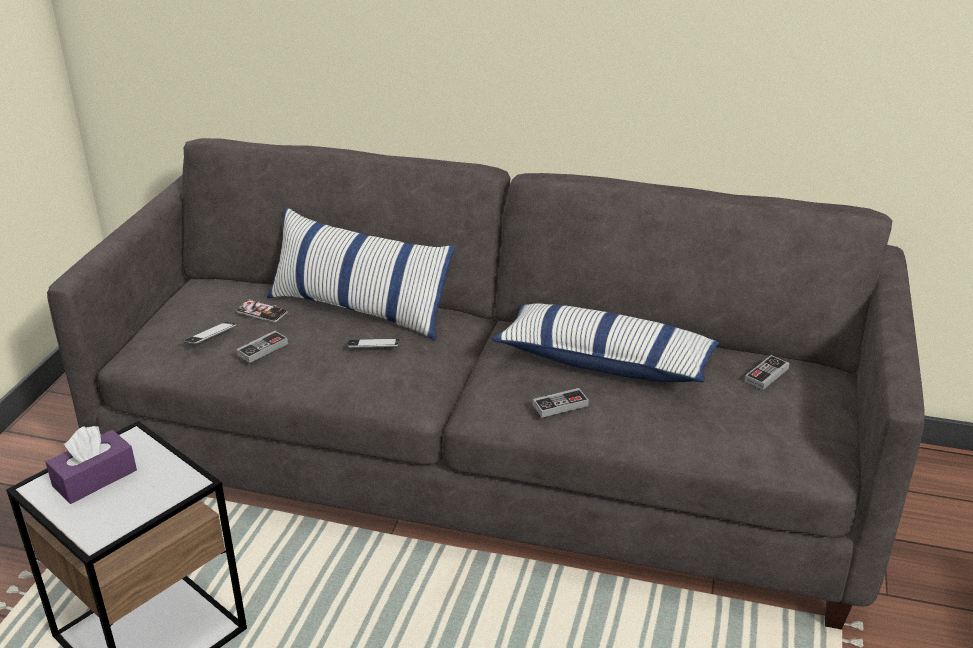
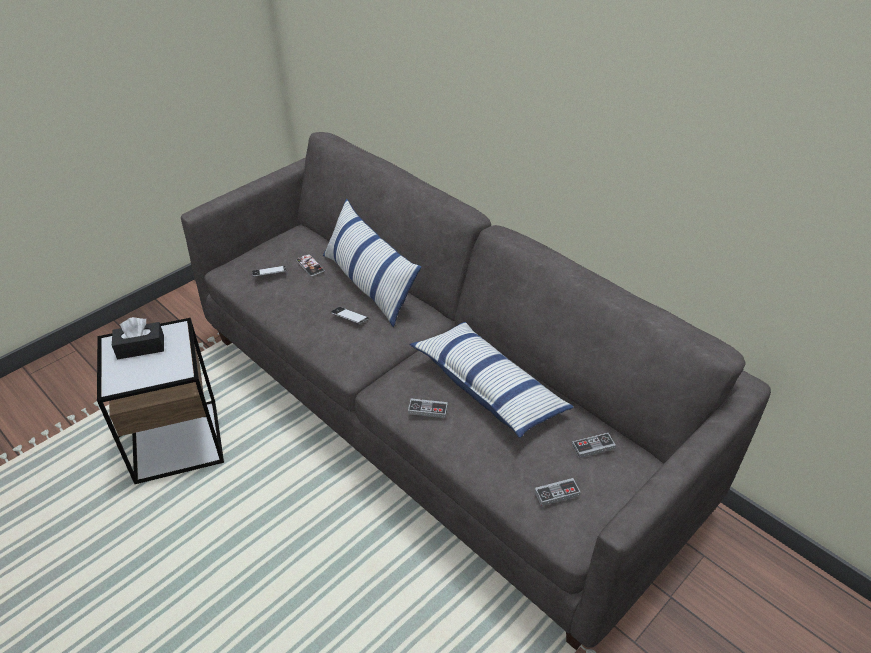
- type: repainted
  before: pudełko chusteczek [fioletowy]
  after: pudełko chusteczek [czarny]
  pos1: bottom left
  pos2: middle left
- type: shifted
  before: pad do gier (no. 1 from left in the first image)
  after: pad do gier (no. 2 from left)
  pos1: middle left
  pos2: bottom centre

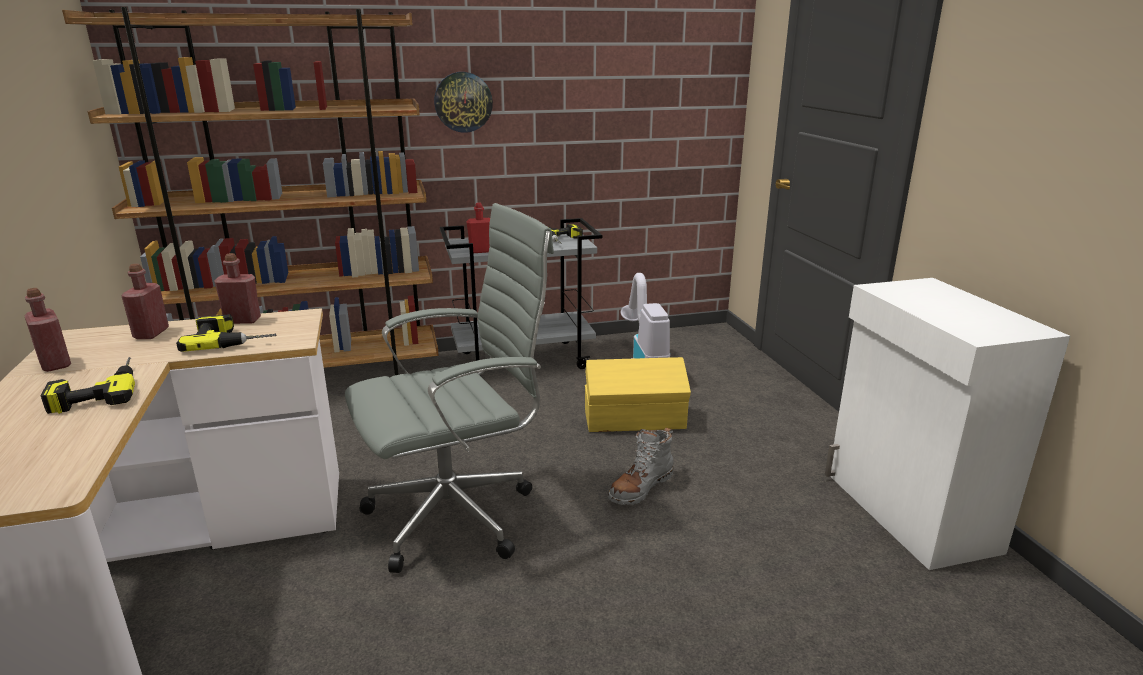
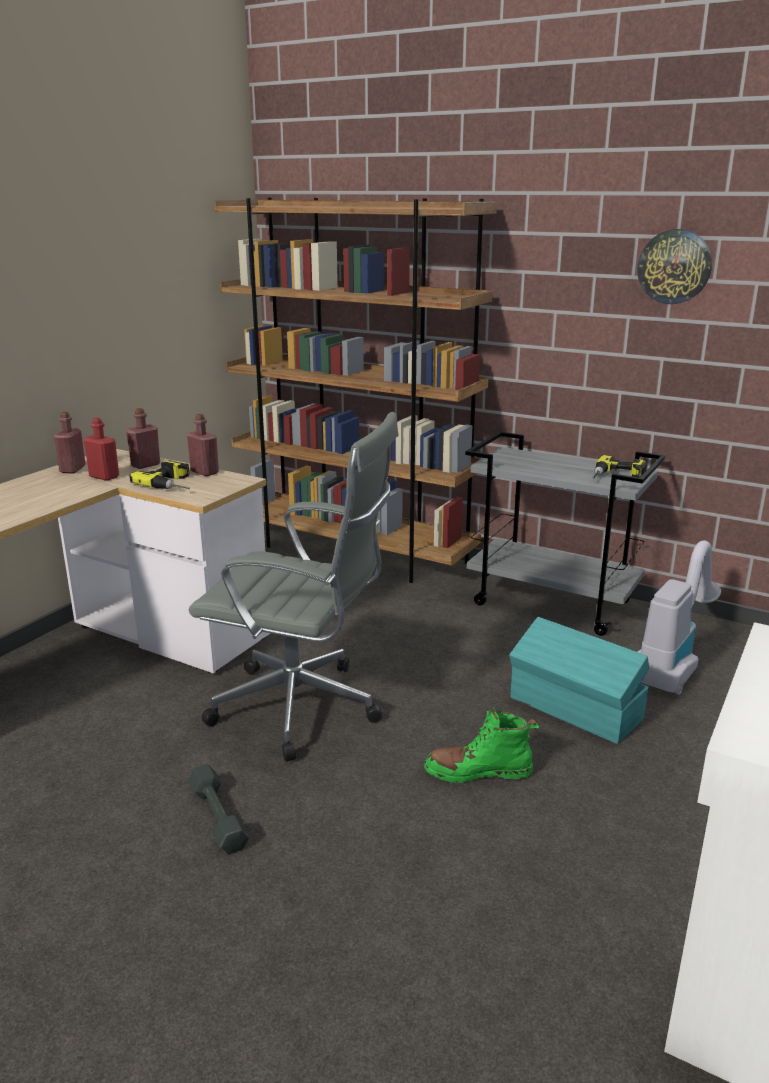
- type: gone
  before: wiertarka (no. 1 from left)
  pos1: middle left
- type: shifted
  before: zegar ścienny
  pos1: top centre
  pos2: top right
- type: shifted
  before: butelka [czerwony] (no. 4 from left in the first image)
  after: butelka [czerwony] (no. 2 from left)
  pos1: centre
  pos2: middle left
- type: repainted
  before: pojemnik do przechowywania [żółty]
  after: pojemnik do przechowywania [turkusowy]
  pos1: centre
  pos2: middle right
- type: repainted
  before: but z cholewką [szary]
  after: but z cholewką [zielony]
  pos1: bottom centre
  pos2: bottom centre
- type: new
  after: hantel [szary]
  pos2: bottom left

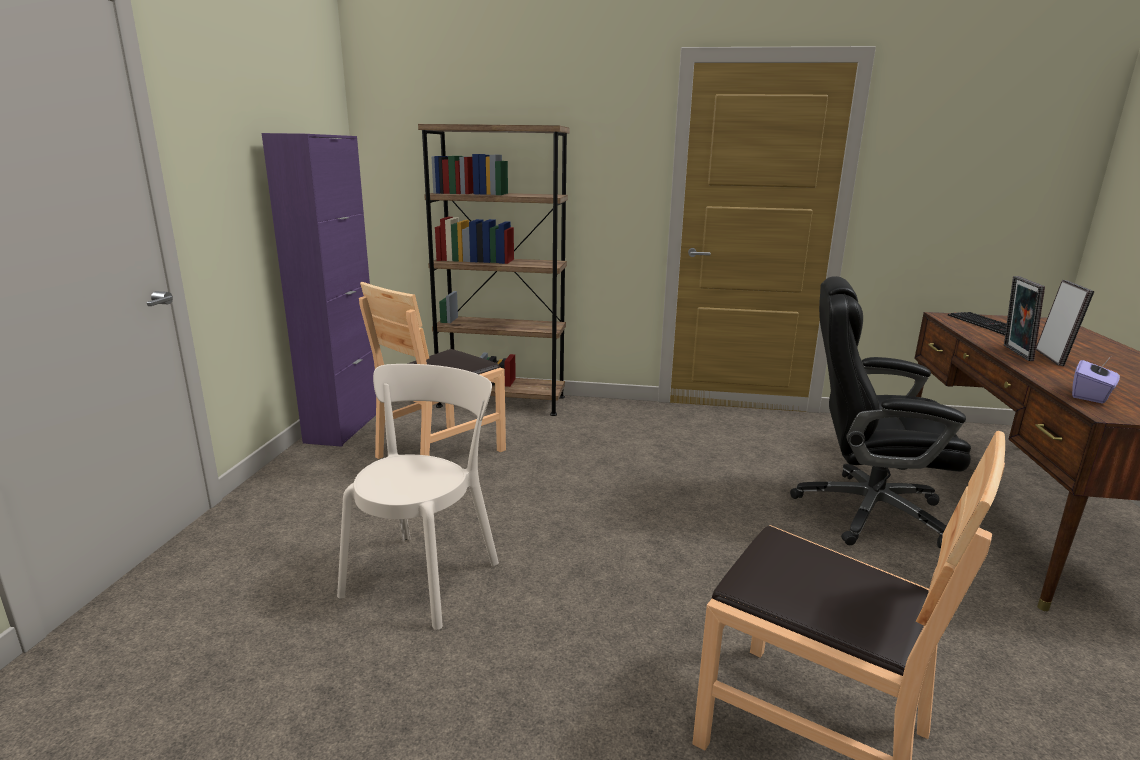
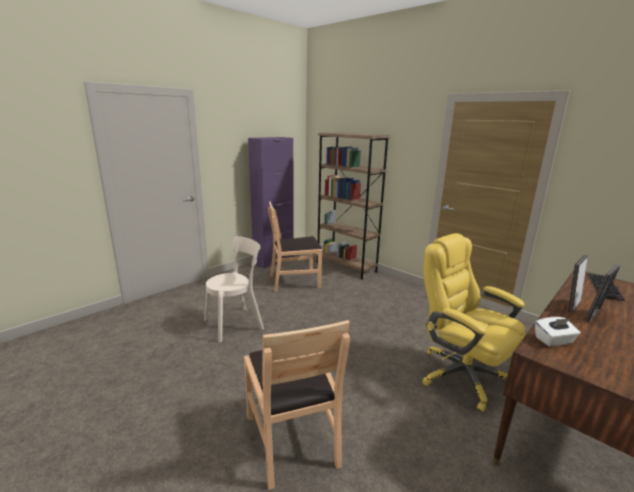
- type: repainted
  before: krzesło biurowe [czarny]
  after: krzesło biurowe [żółty]
  pos1: middle right
  pos2: middle right
- type: repainted
  before: pudełko chusteczek [fioletowy]
  after: pudełko chusteczek [biały]
  pos1: middle right
  pos2: bottom right

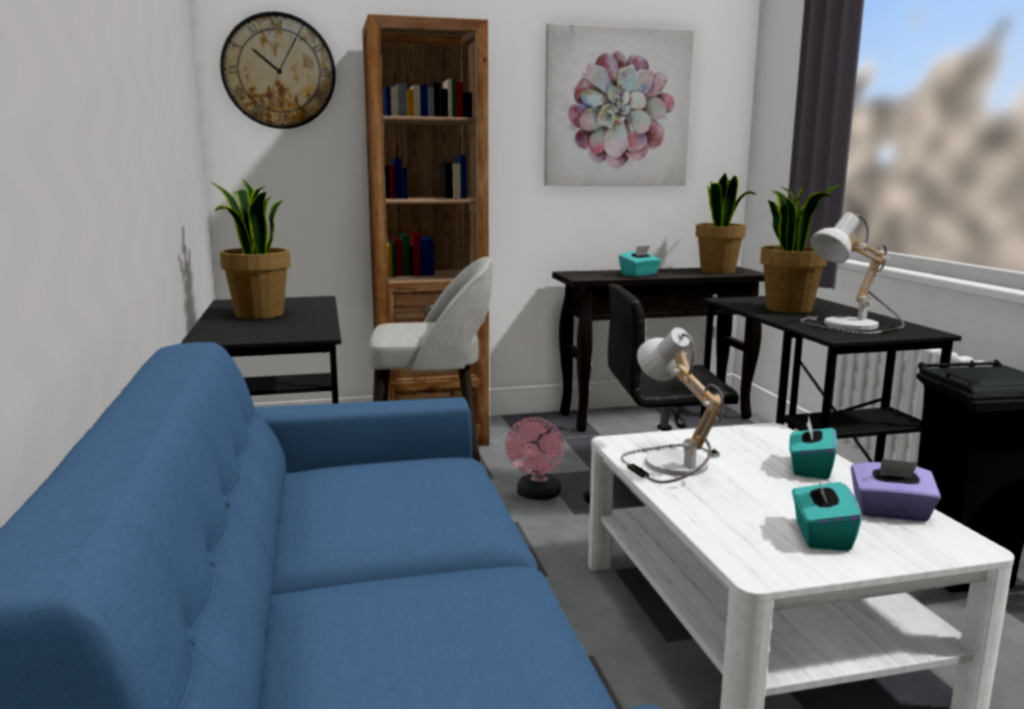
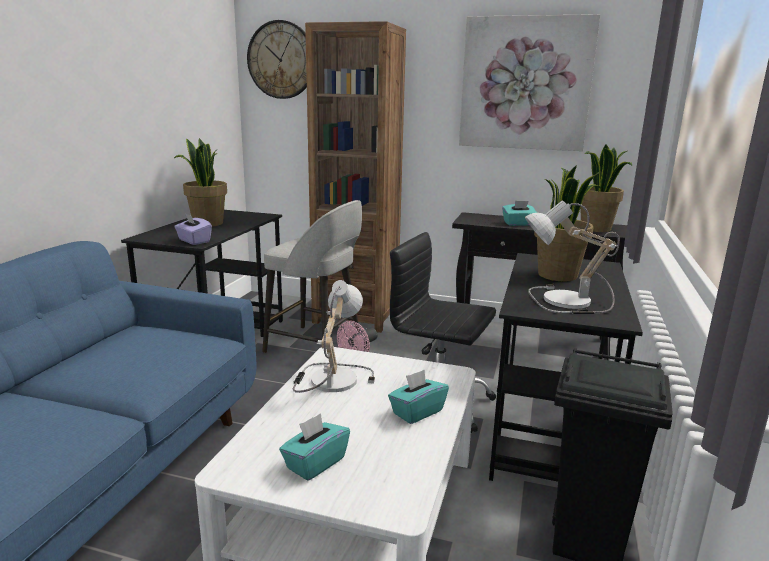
- type: shifted
  before: pudełko chusteczek [fioletowy]
  pos1: bottom right
  pos2: middle left

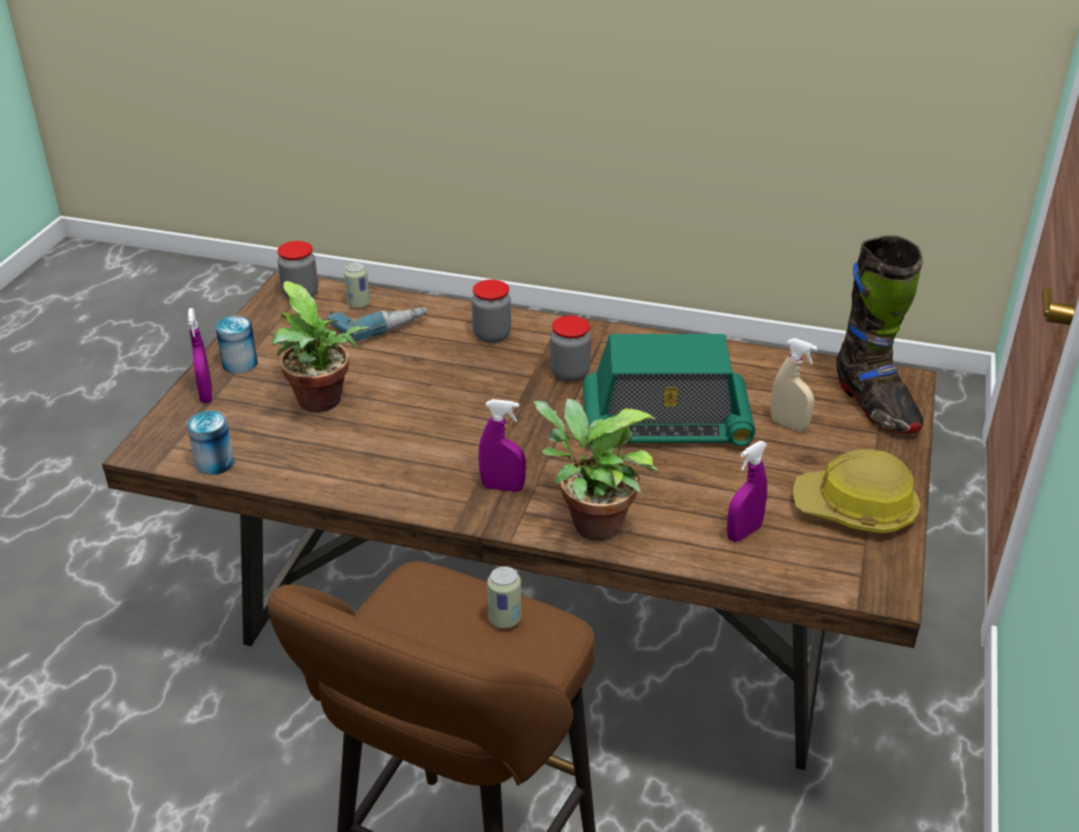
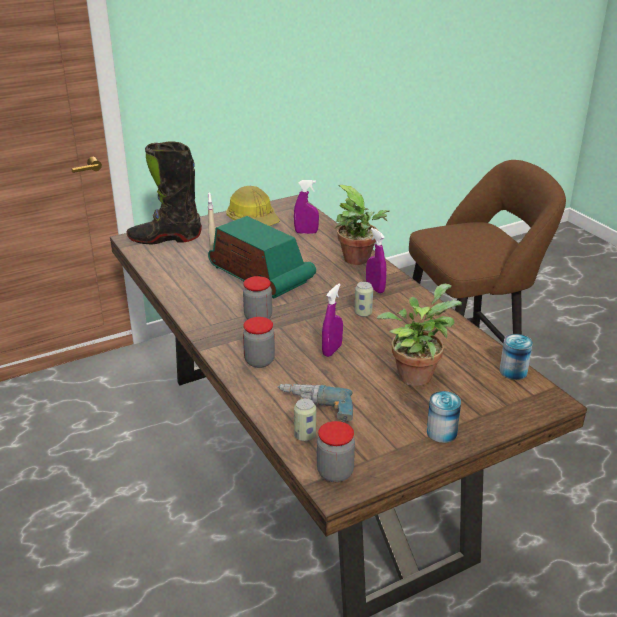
- type: shifted
  before: spryskiwacz [fioletowy] (no. 1 from left in the first image)
  after: spryskiwacz [fioletowy] (no. 2 from left)
  pos1: middle left
  pos2: centre
- type: shifted
  before: puszka (no. 4 from left in the first image)
  after: puszka (no. 2 from left)
  pos1: bottom centre
  pos2: centre
- type: rotated
  before: but z cholewką [czarny]
  pos1: middle right
  pos2: top left
  turn: -120

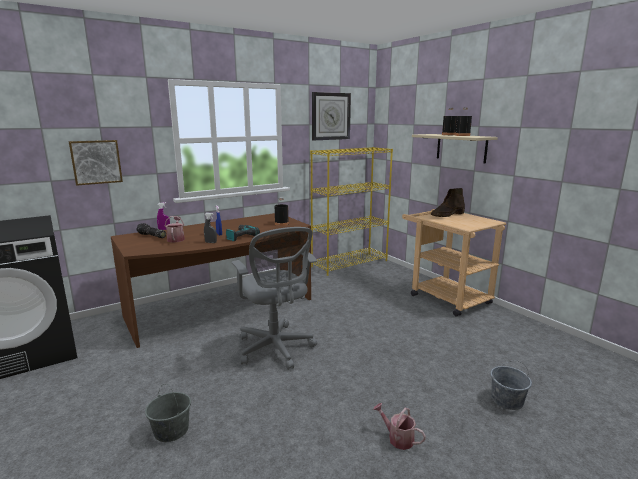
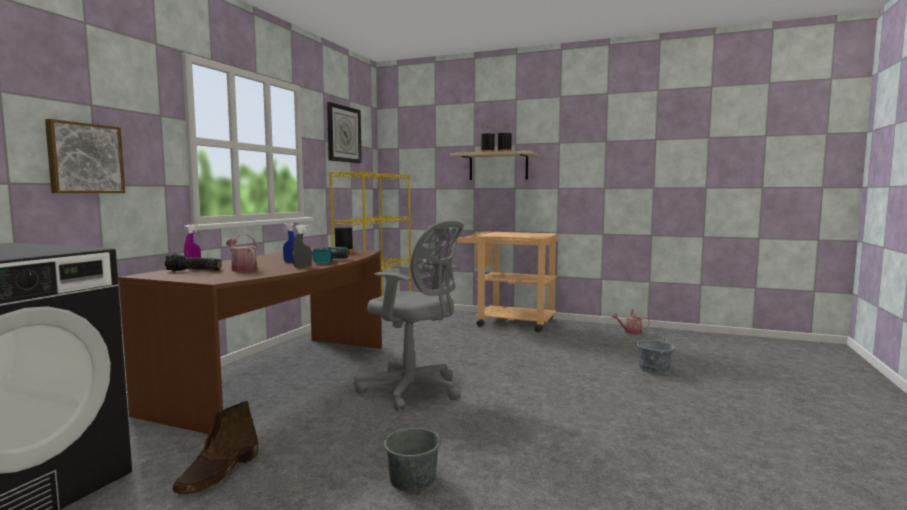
- type: shifted
  before: konewka (no. 2 from left)
  pos1: bottom centre
  pos2: middle right
- type: shifted
  before: but z cholewką [brązowy]
  pos1: middle right
  pos2: bottom left

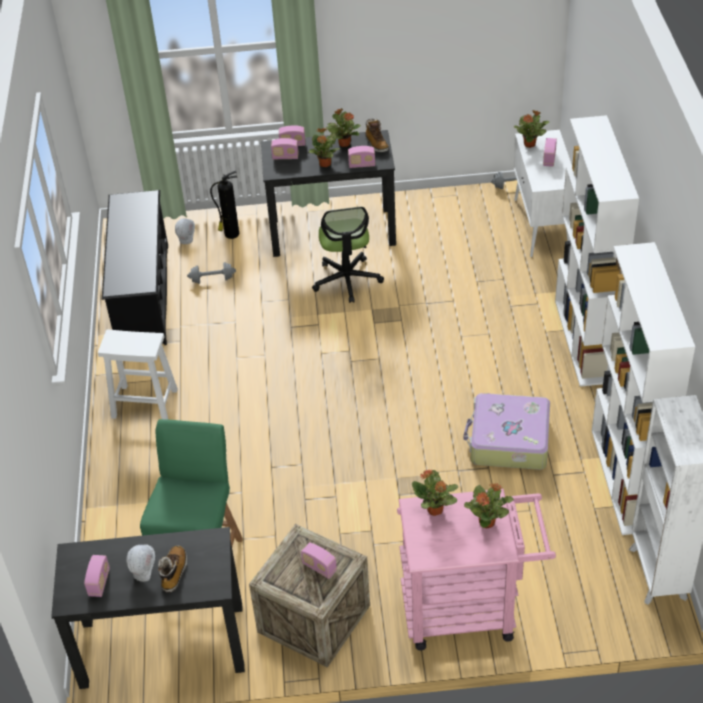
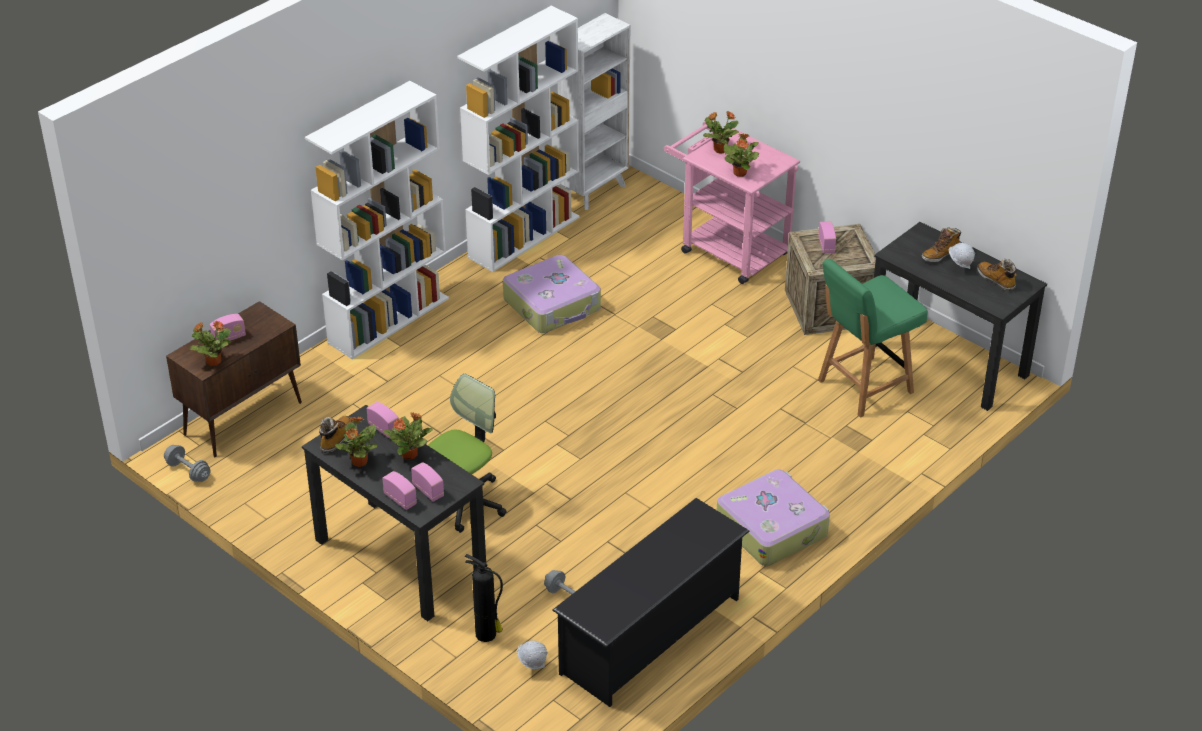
- type: swapped
  before: radio (no. 1 from left)
  after: but z cholewką (no. 3 from left)
  pos1: bottom left
  pos2: middle right
- type: swapped
  before: stołek [biały]
  after: walizka (no. 2 from left)
  pos1: middle left
  pos2: bottom centre
- type: repainted
  before: szafka [biały]
  after: szafka [brązowy]
  pos1: top right
  pos2: middle left

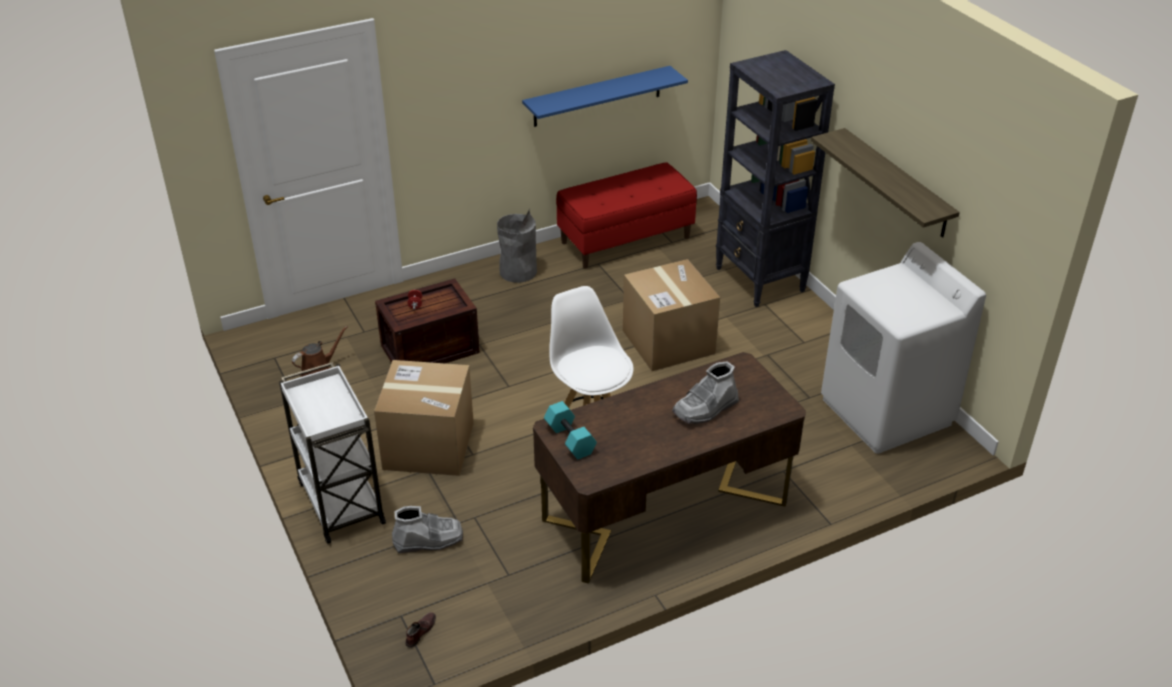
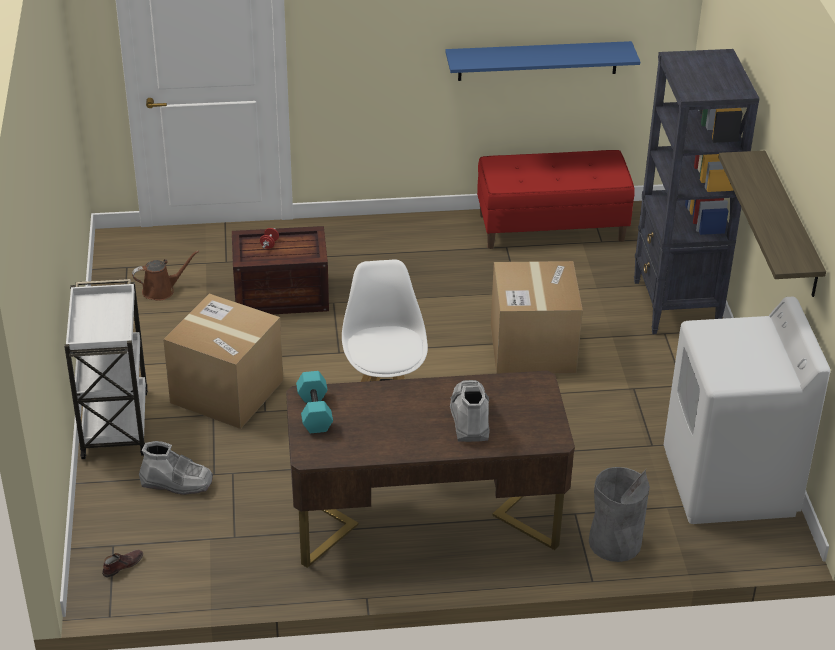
- type: shifted
  before: kosz na śmieci [szary]
  pos1: centre
  pos2: bottom right
- type: rotated
  before: but z cholewką [szary] (no. 2 from left)
  pos1: centre
  pos2: centre
  turn: 105

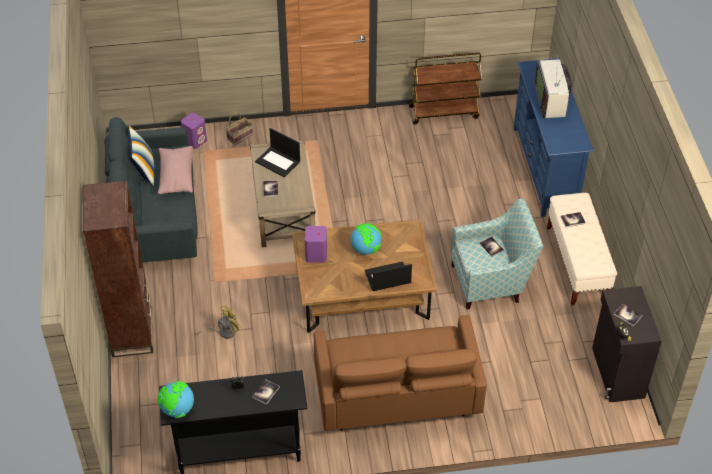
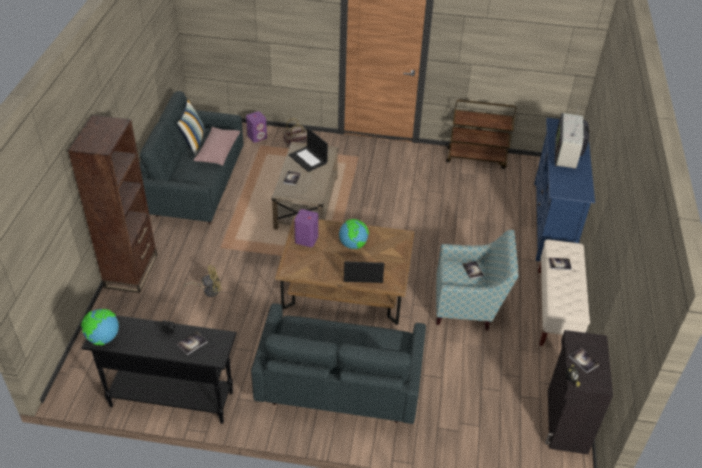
- type: repainted
  before: kanapa [brązowy]
  after: kanapa [szary] (no. 2 from left)
  pos1: bottom centre
  pos2: bottom centre

